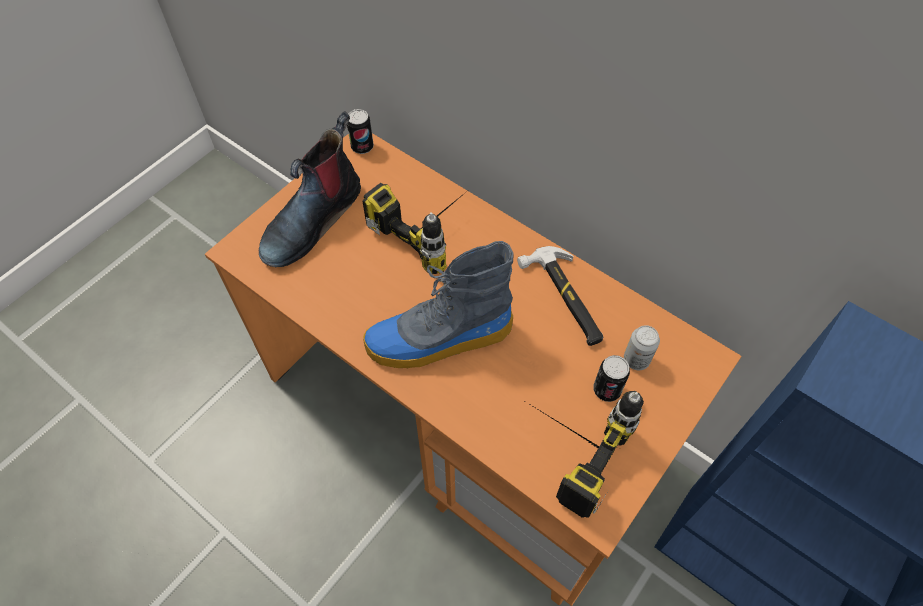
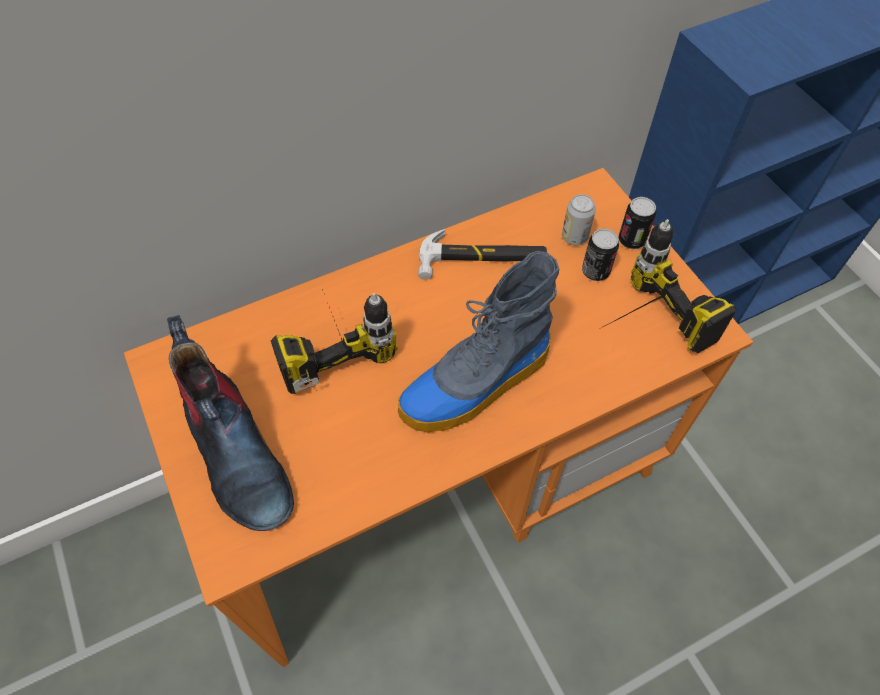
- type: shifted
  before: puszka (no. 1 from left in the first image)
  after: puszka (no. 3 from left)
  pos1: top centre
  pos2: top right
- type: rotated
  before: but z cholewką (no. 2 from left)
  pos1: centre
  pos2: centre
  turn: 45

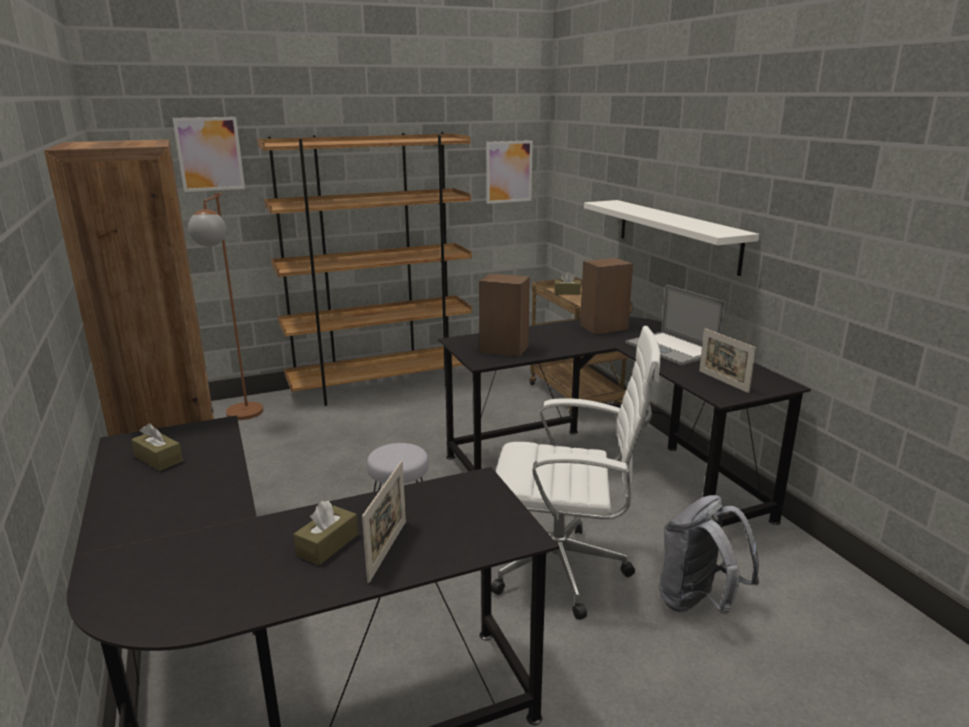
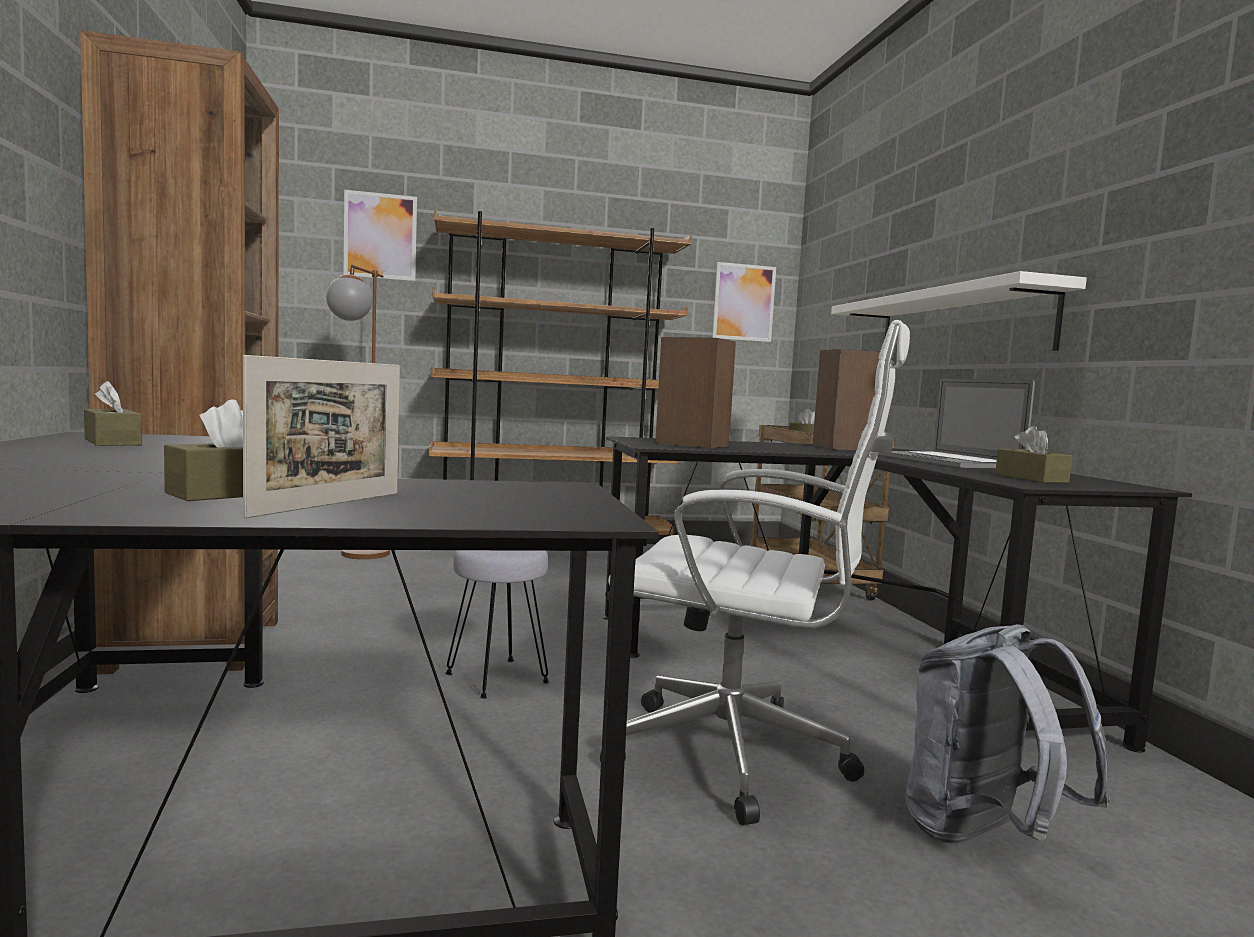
- type: swapped
  before: ramka na zdjęcie (no. 2 from left)
  after: pudełko chusteczek [brązowy] (no. 4 from left)
  pos1: middle right
  pos2: middle right

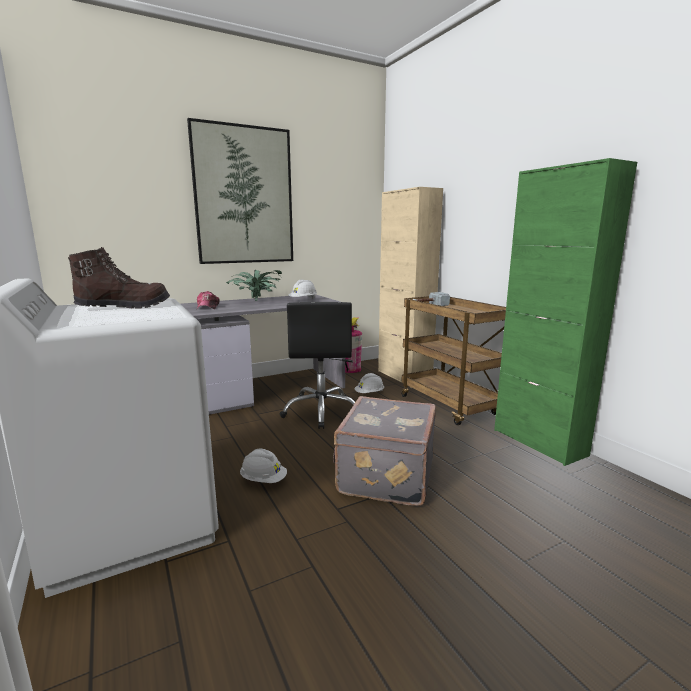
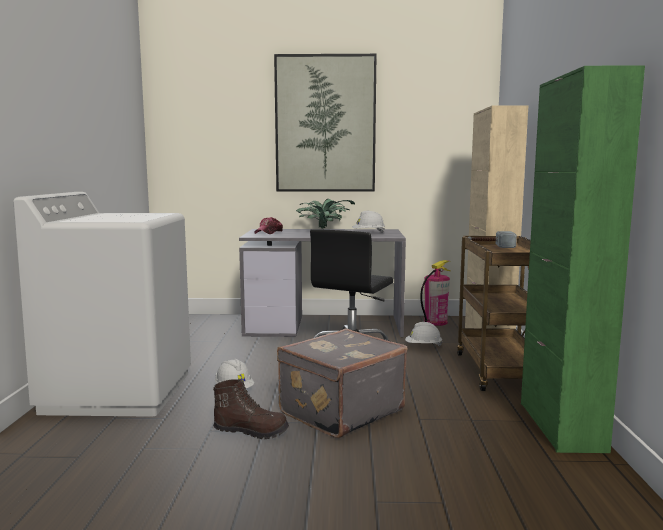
- type: shifted
  before: but z cholewką [brązowy]
  pos1: middle left
  pos2: bottom centre

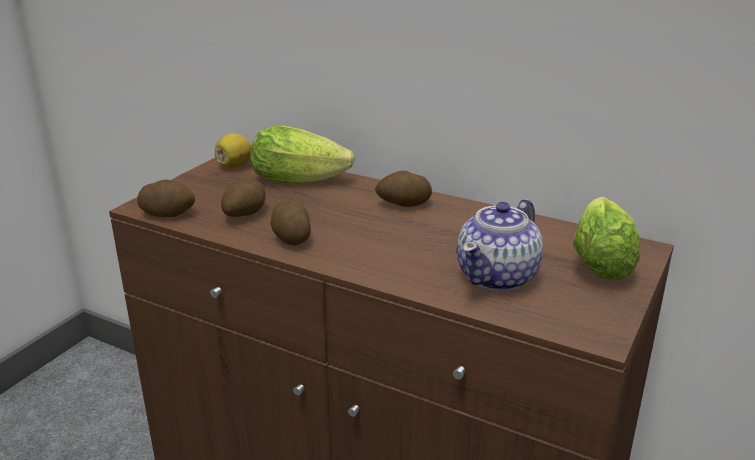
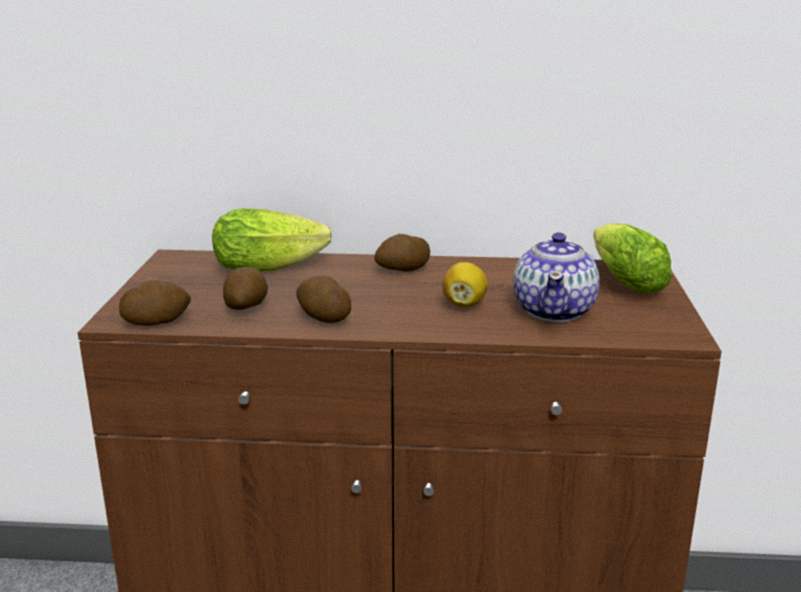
- type: shifted
  before: cytryna
  pos1: top left
  pos2: centre

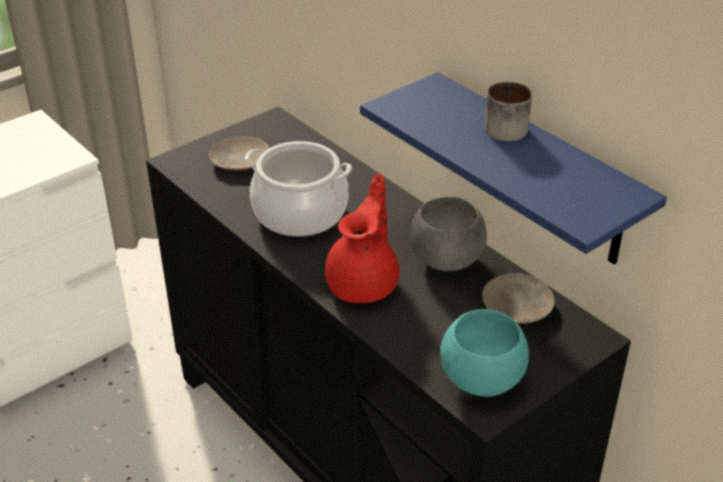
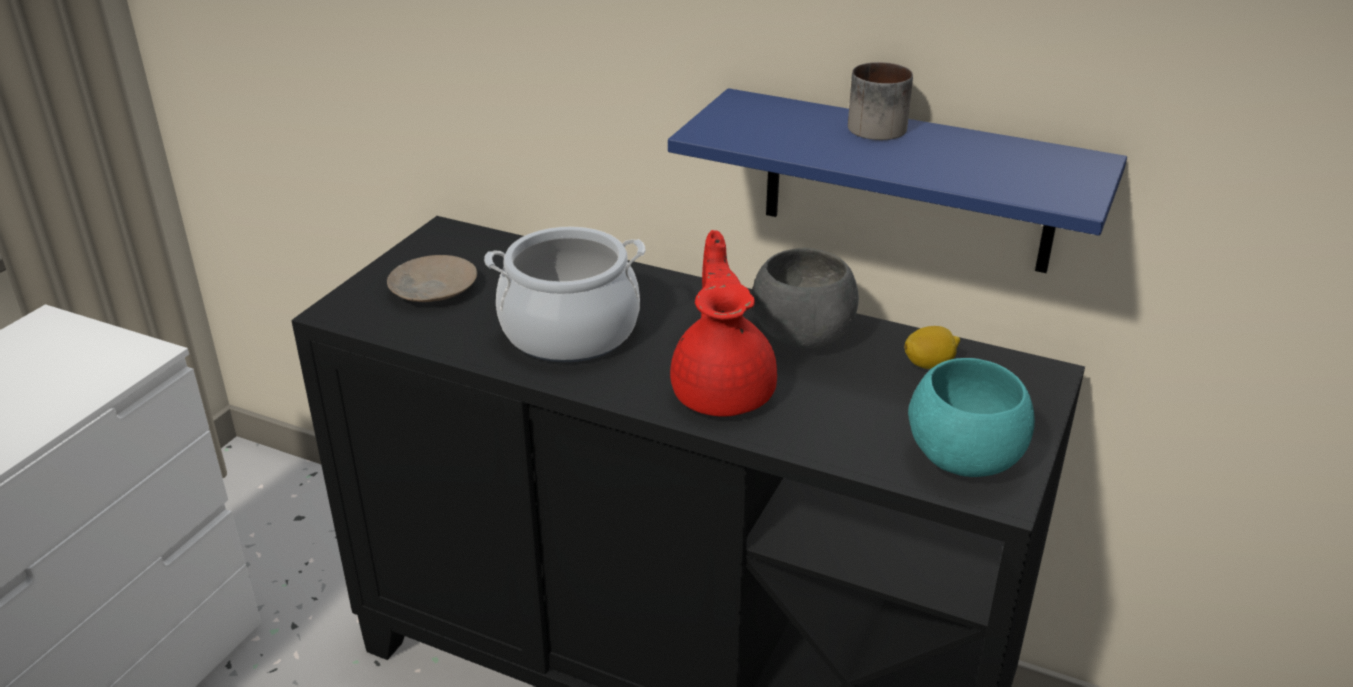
- type: swapped
  before: talerz [beżowy] (no. 2 from left)
  after: cytryna
  pos1: middle right
  pos2: middle right

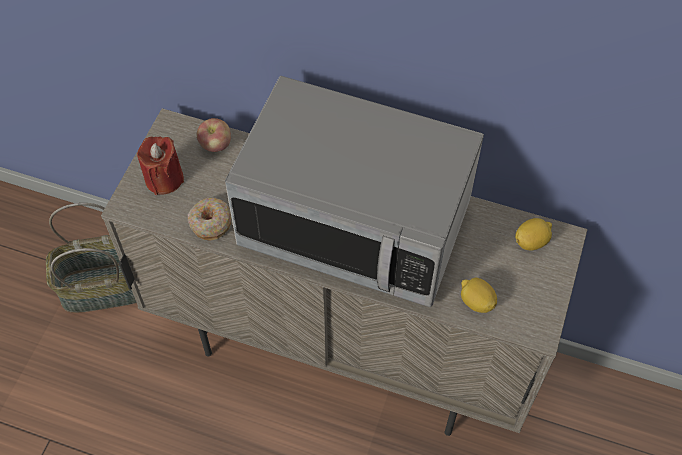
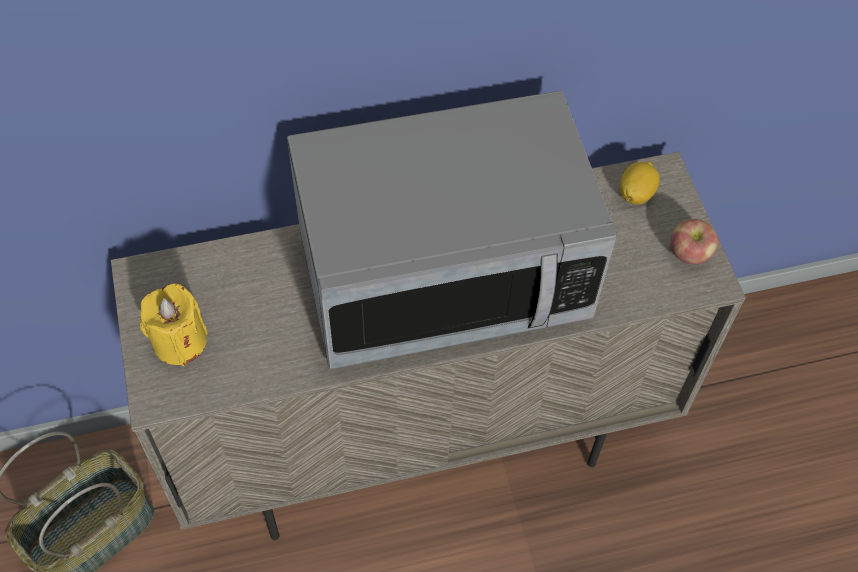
- type: repainted
  before: świeca [czerwony]
  after: świeca [żółty]
  pos1: middle left
  pos2: middle left
- type: gone
  before: donut
  pos1: middle left
- type: shifted
  before: jabłko
  pos1: top left
  pos2: middle right
- type: gone
  before: cytryna (no. 1 from left)
  pos1: middle right

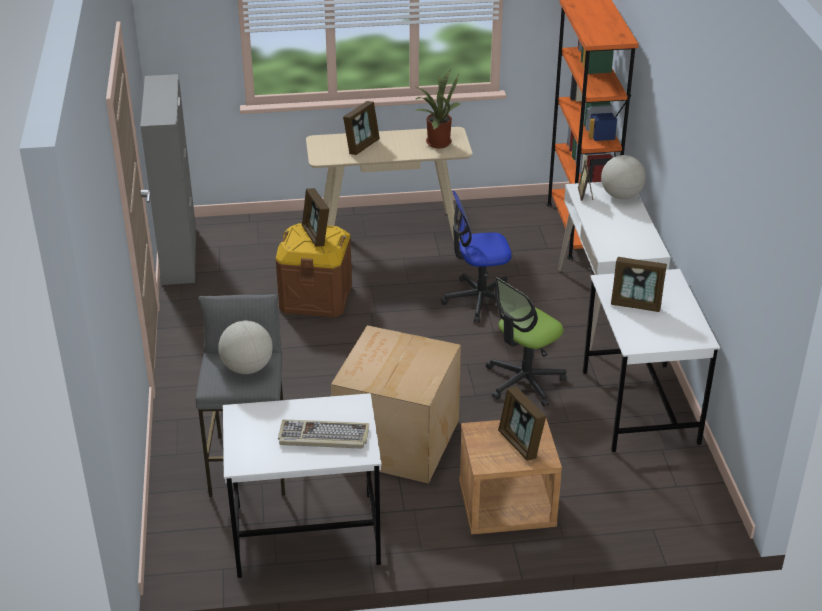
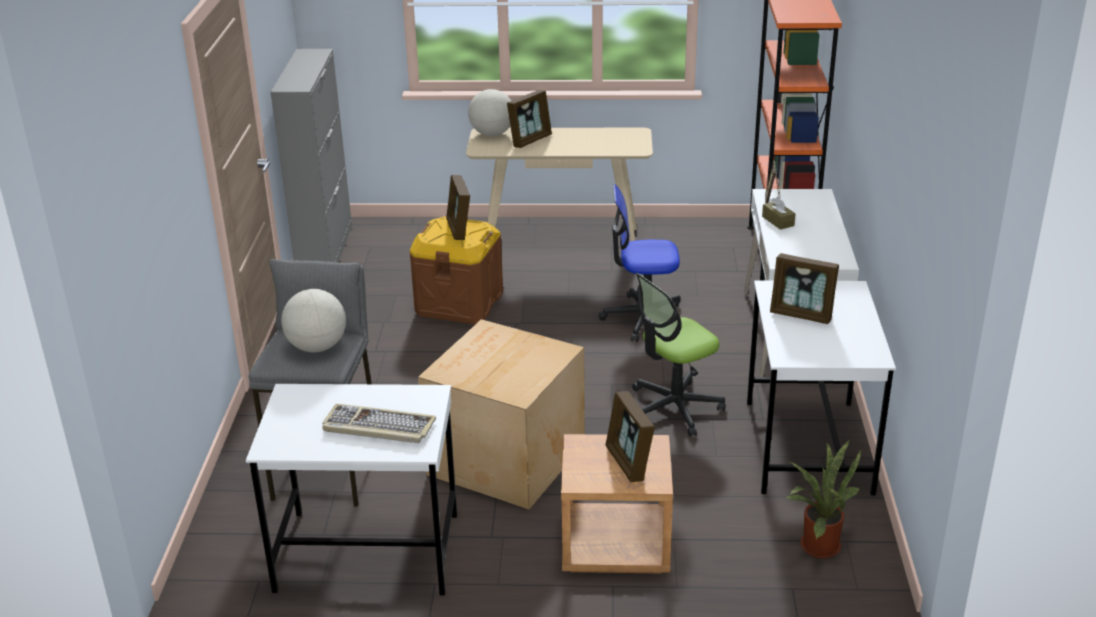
- type: shifted
  before: roślina doniczkowa
  pos1: top centre
  pos2: bottom right
- type: shifted
  before: globus (no. 2 from left)
  pos1: top right
  pos2: top centre
- type: new
  after: pudełko chusteczek [brązowy]
  pos2: middle right

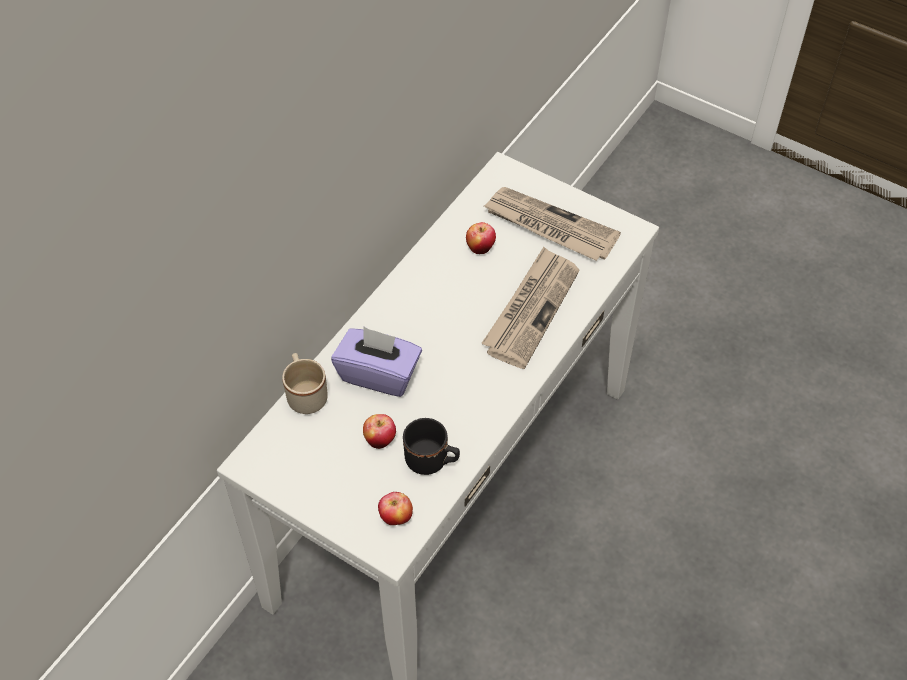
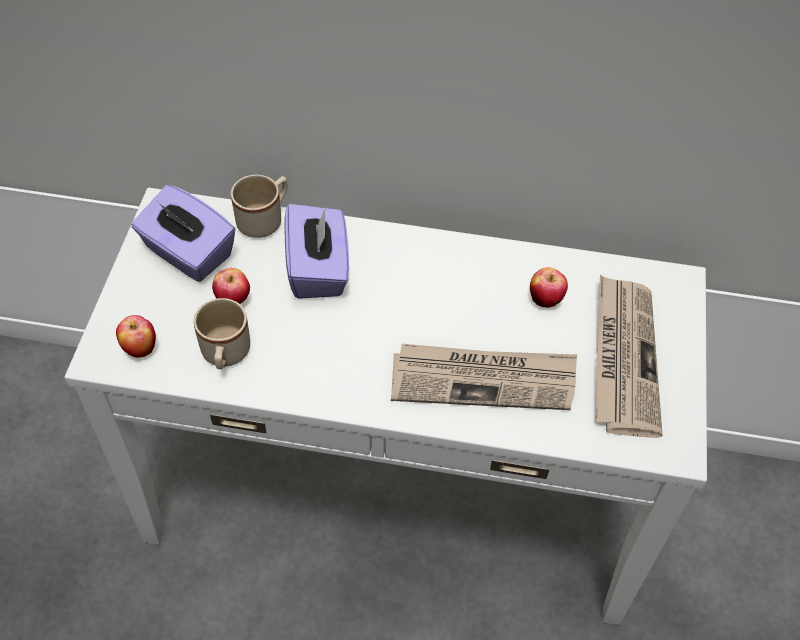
- type: repainted
  before: kubek [czarny]
  after: kubek [beżowy] (no. 1 from left)
  pos1: centre
  pos2: middle left
- type: new
  after: pudełko chusteczek [fioletowy] (no. 1 from left)
  pos2: middle left

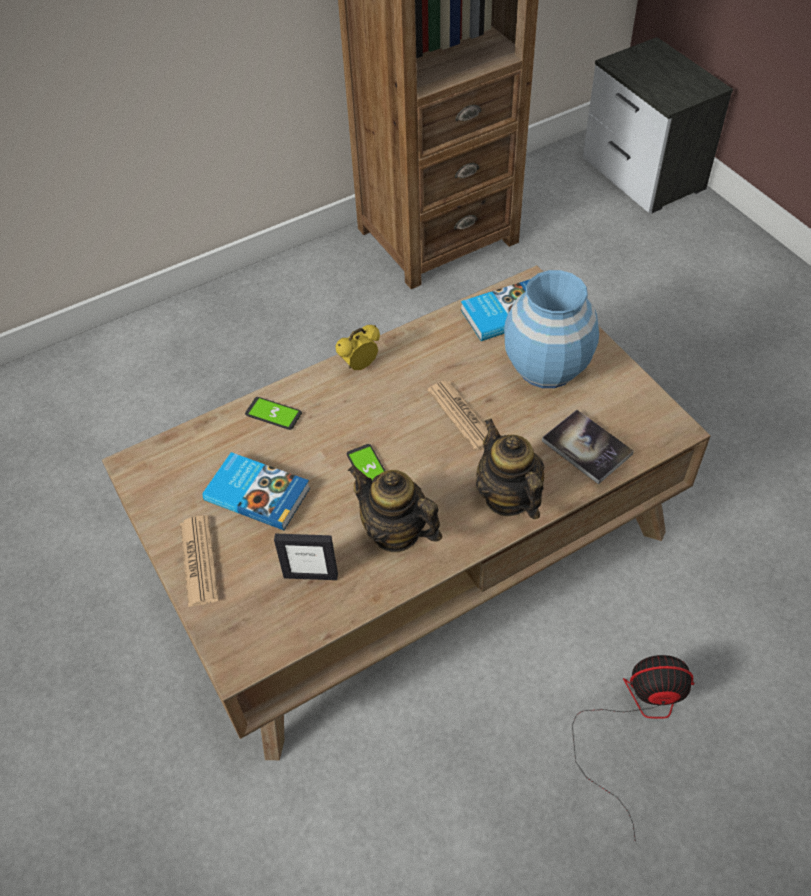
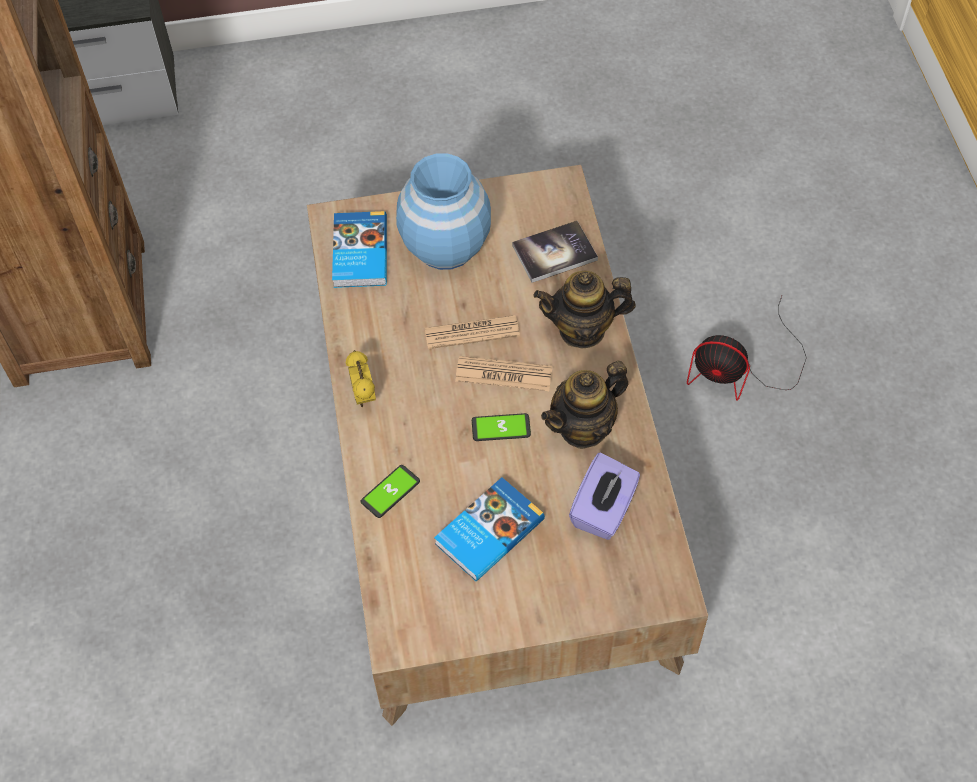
- type: shifted
  before: gazeta (no. 1 from left in the first image)
  after: gazeta (no. 2 from left)
  pos1: middle left
  pos2: centre
- type: swapped
  before: ramka na zdjęcie
  after: pudełko chusteczek [fioletowy]
  pos1: centre
  pos2: centre
- type: rotated
  before: wentylator
  pos1: bottom right
  pos2: middle right
  turn: -90

